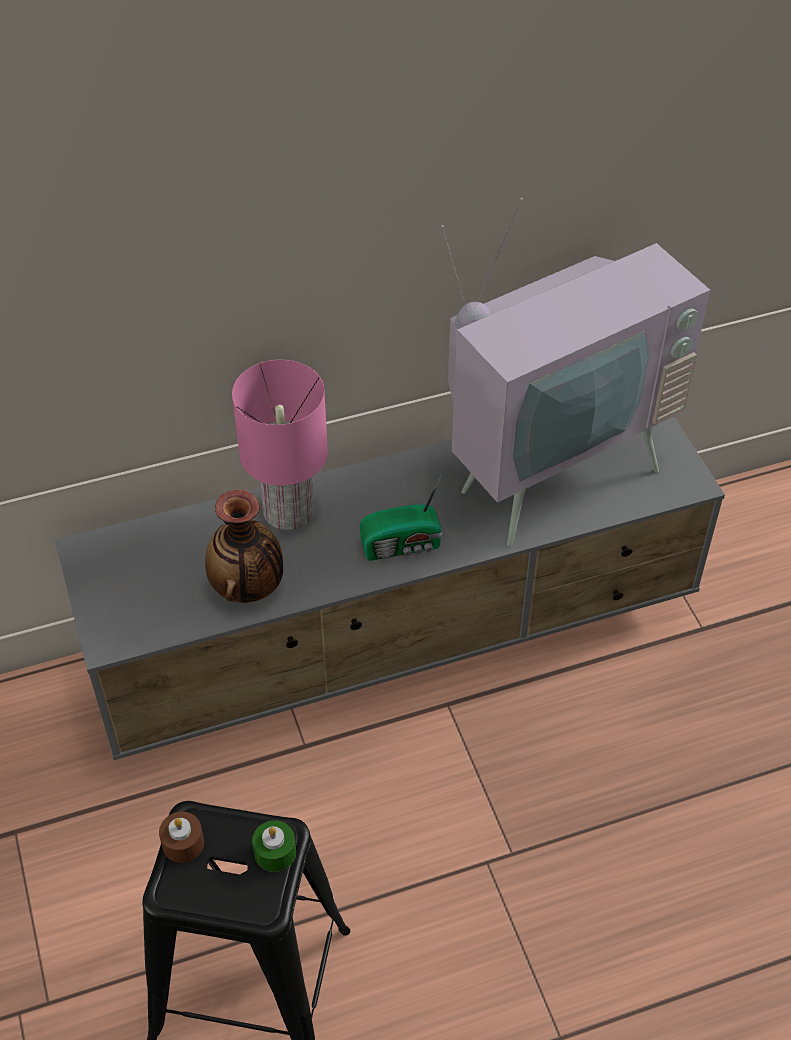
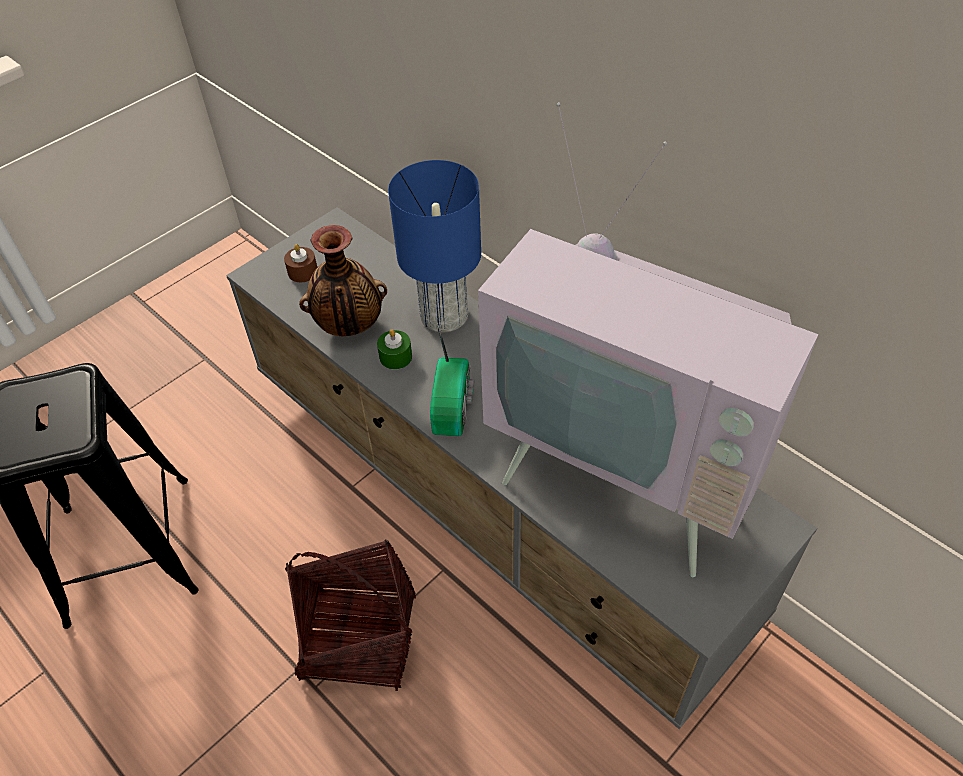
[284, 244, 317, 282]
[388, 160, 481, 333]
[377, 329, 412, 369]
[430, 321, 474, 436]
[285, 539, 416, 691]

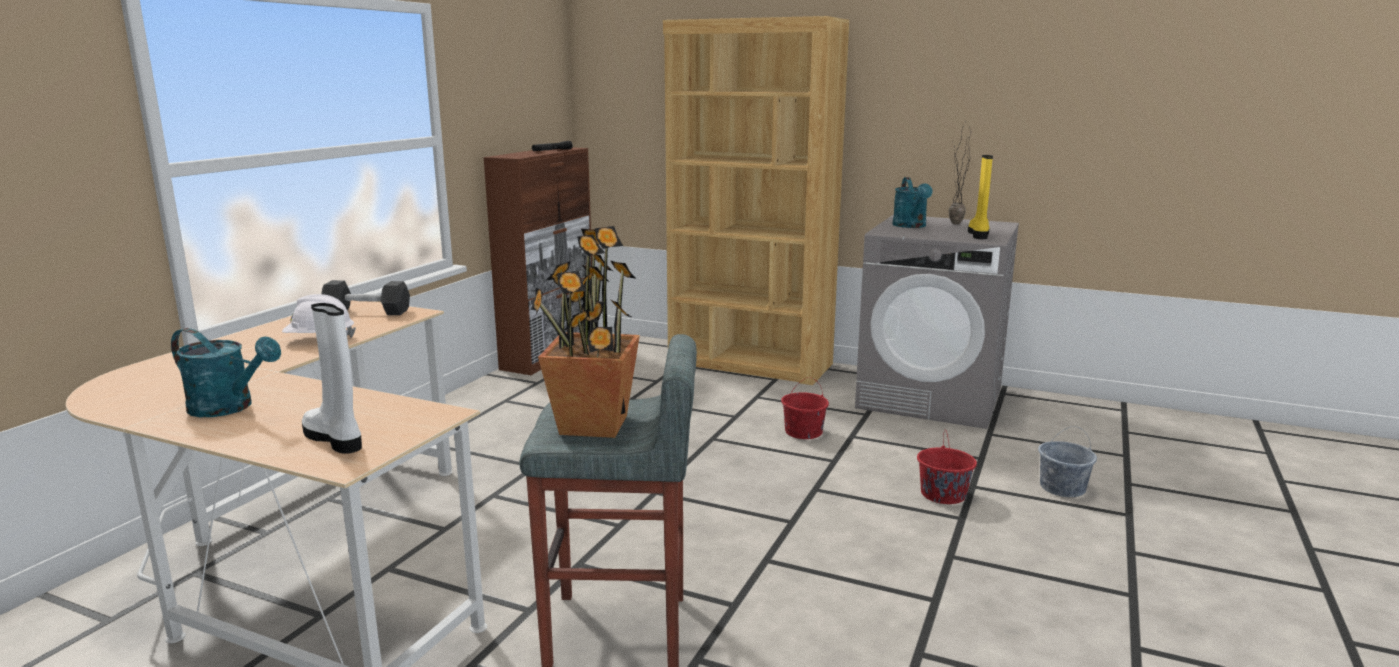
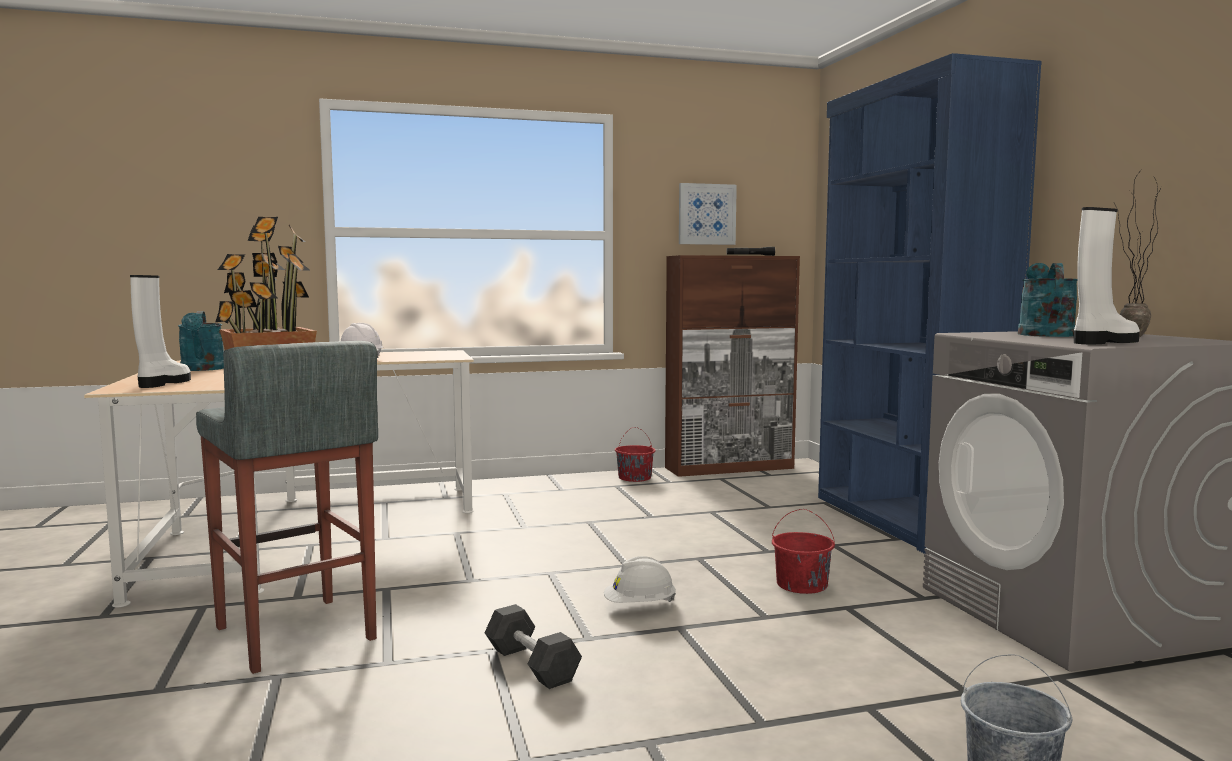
[485, 604, 582, 689]
[818, 53, 1042, 554]
[1018, 263, 1077, 337]
[615, 427, 655, 482]
[1074, 207, 1140, 344]
[604, 556, 676, 603]
[679, 183, 737, 245]

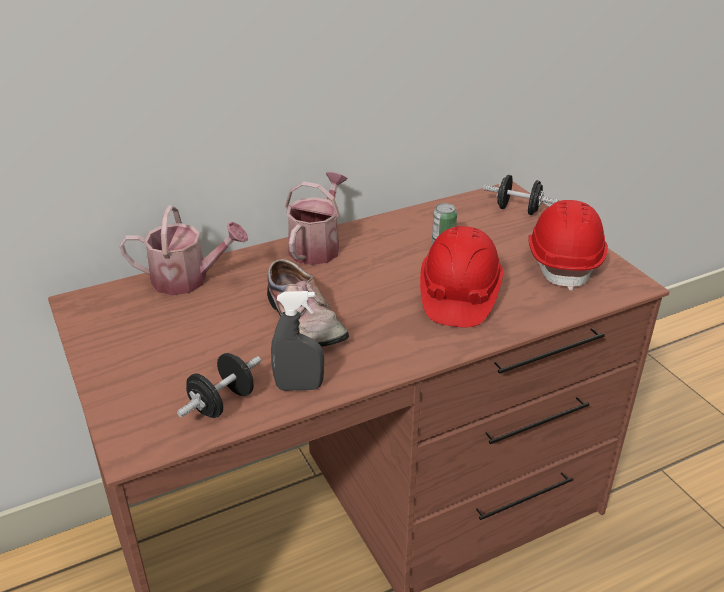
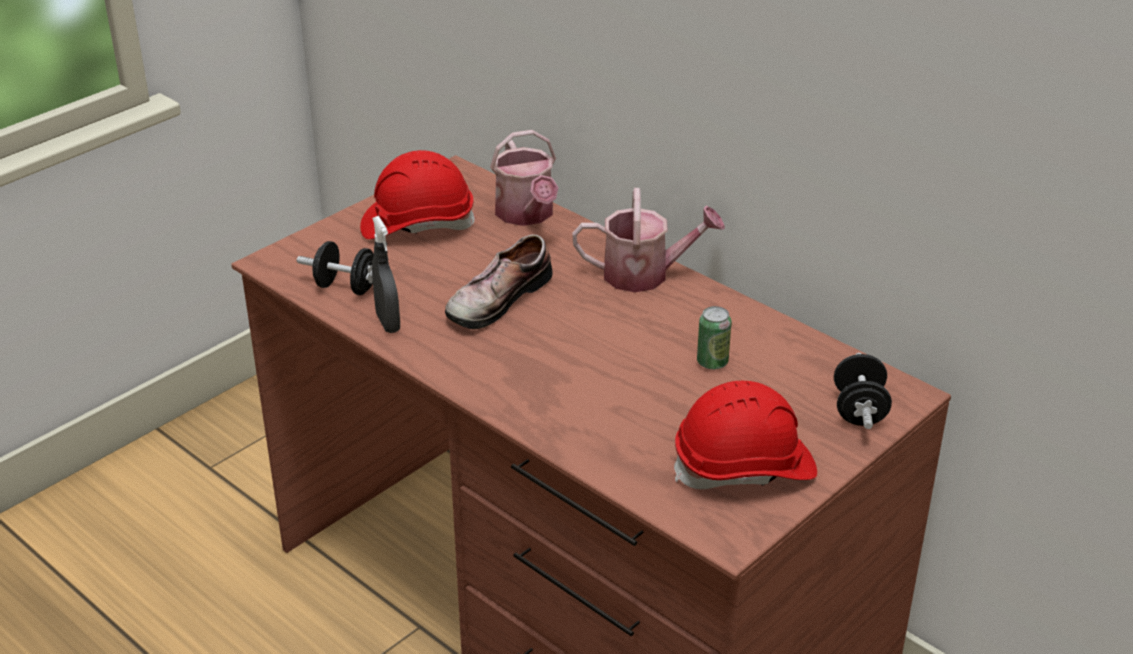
[360, 150, 476, 239]

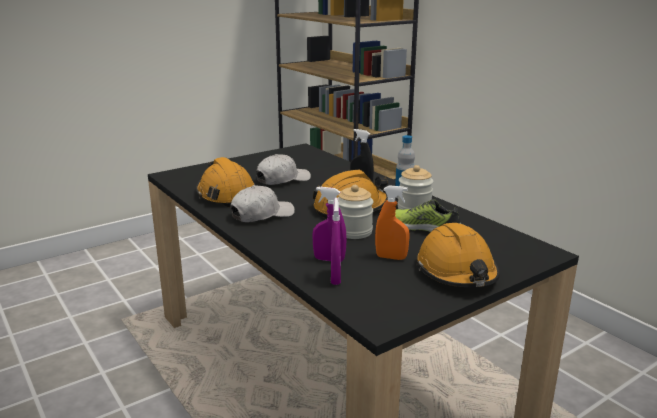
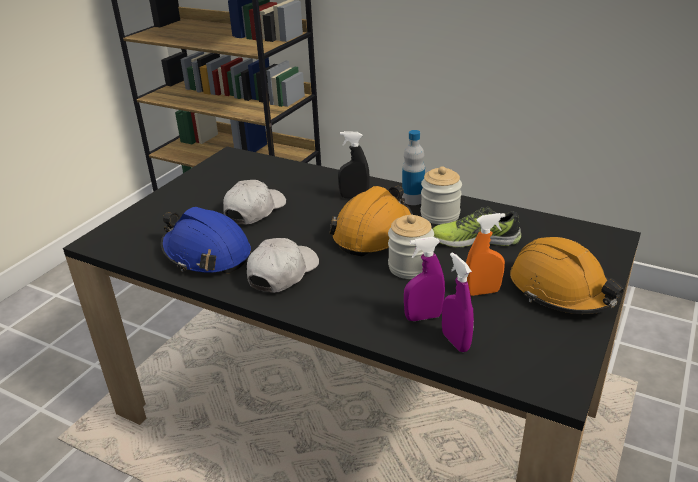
[161, 207, 251, 274]

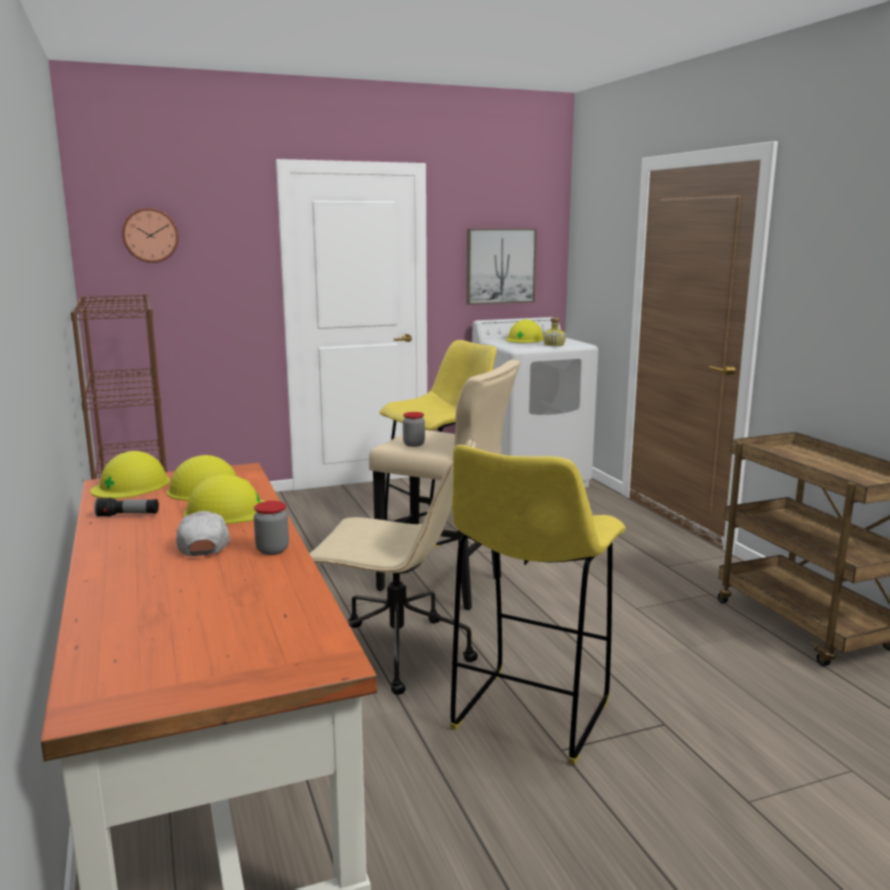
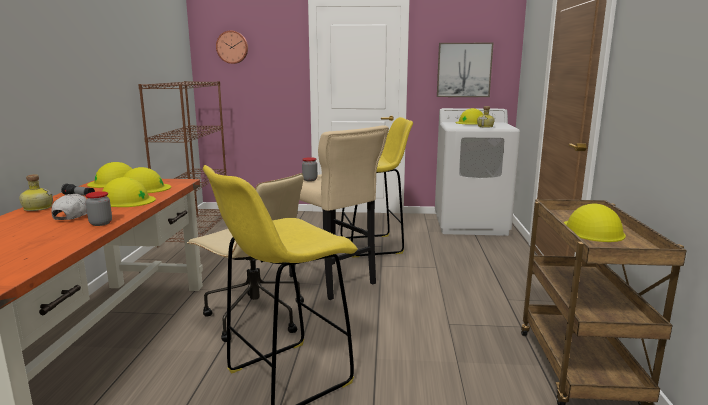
[19, 174, 53, 211]
[563, 203, 626, 242]

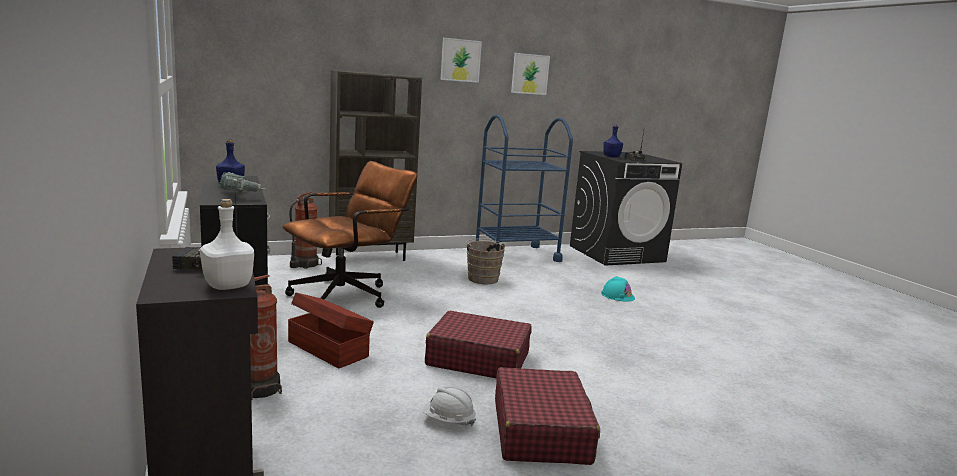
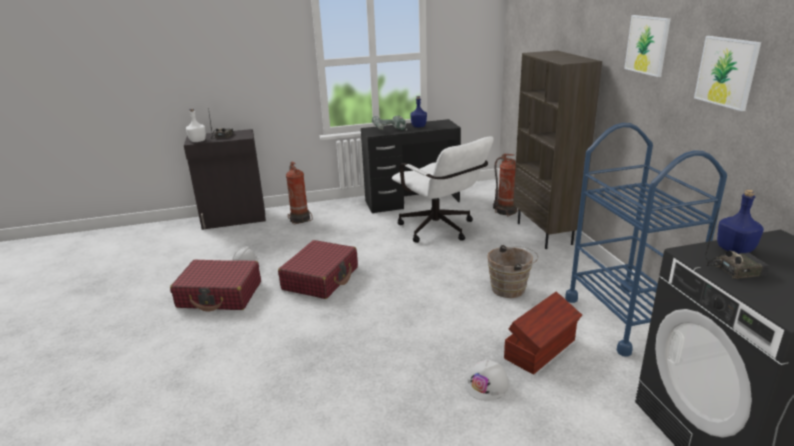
[392, 137, 494, 243]
[504, 292, 582, 375]
[465, 359, 509, 401]

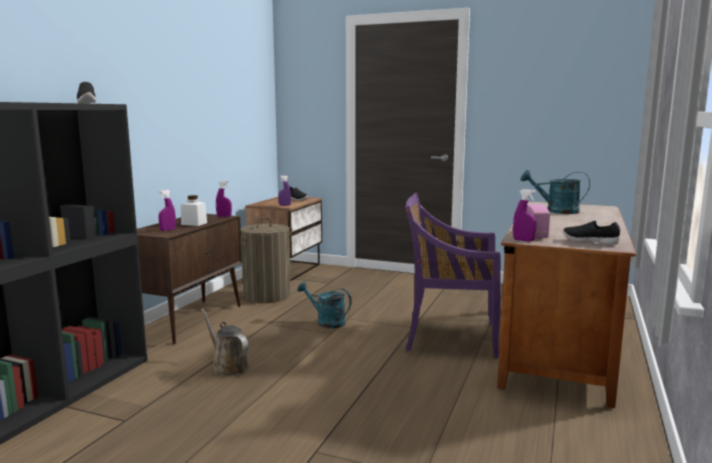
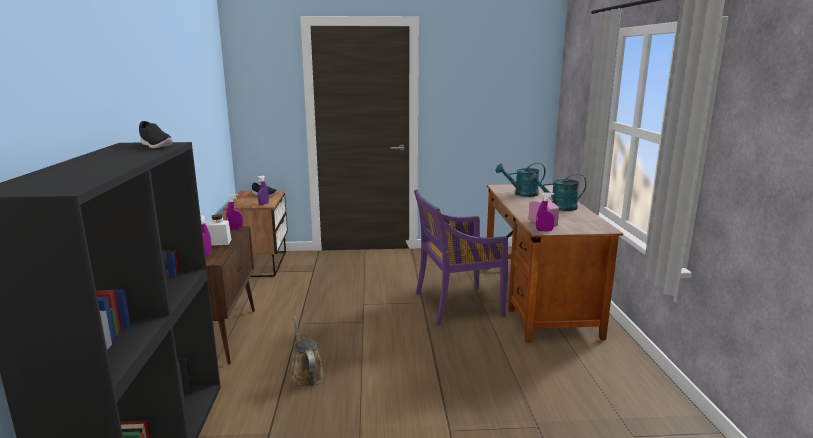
[289, 315, 325, 388]
[241, 217, 293, 303] (first image)
[529, 173, 586, 211]
[563, 221, 620, 245] (first image)

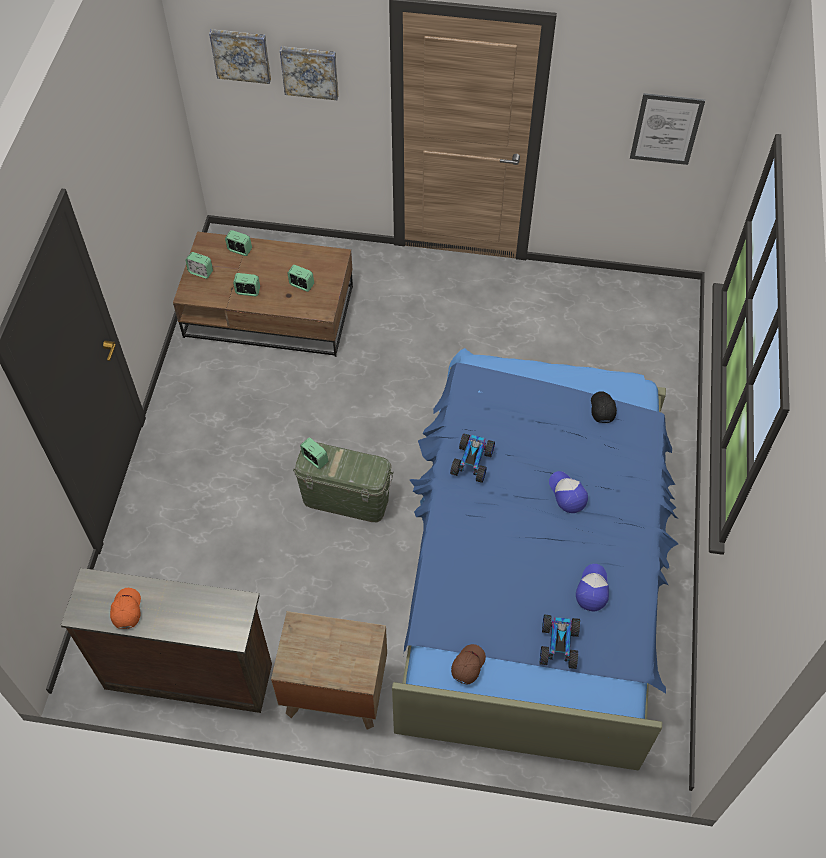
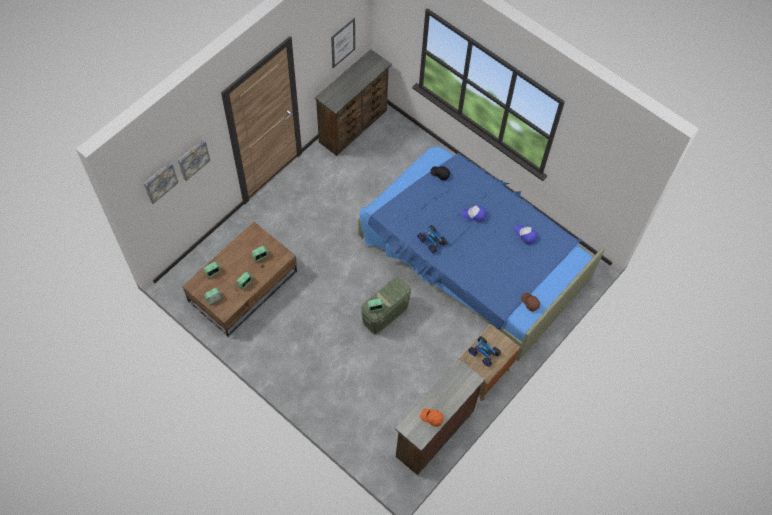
[468, 336, 501, 367]
[315, 49, 392, 156]

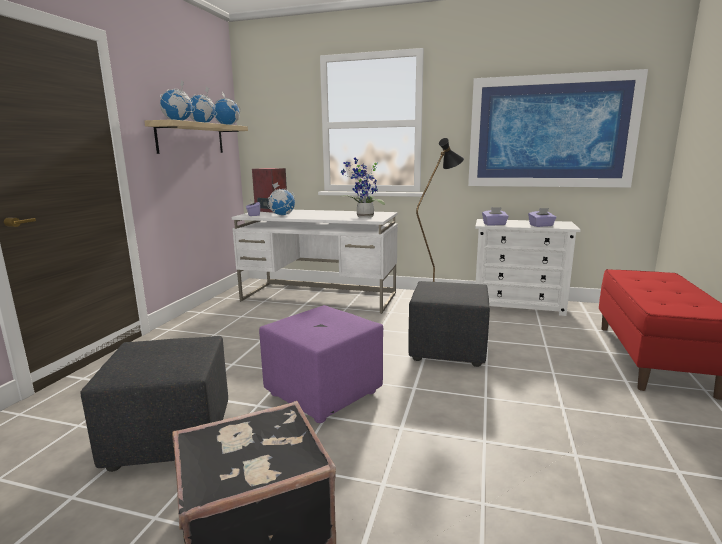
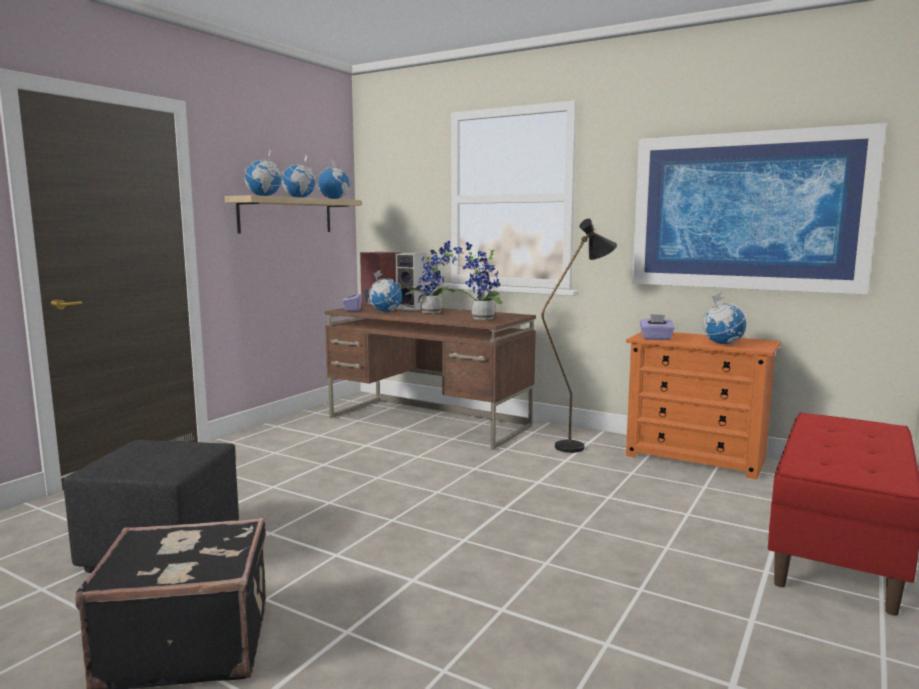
[325, 305, 536, 450]
[259, 305, 383, 423] (first image)
[408, 281, 490, 367] (first image)
[626, 332, 781, 479]
[700, 292, 746, 344]
[395, 253, 426, 311]
[405, 241, 455, 314]

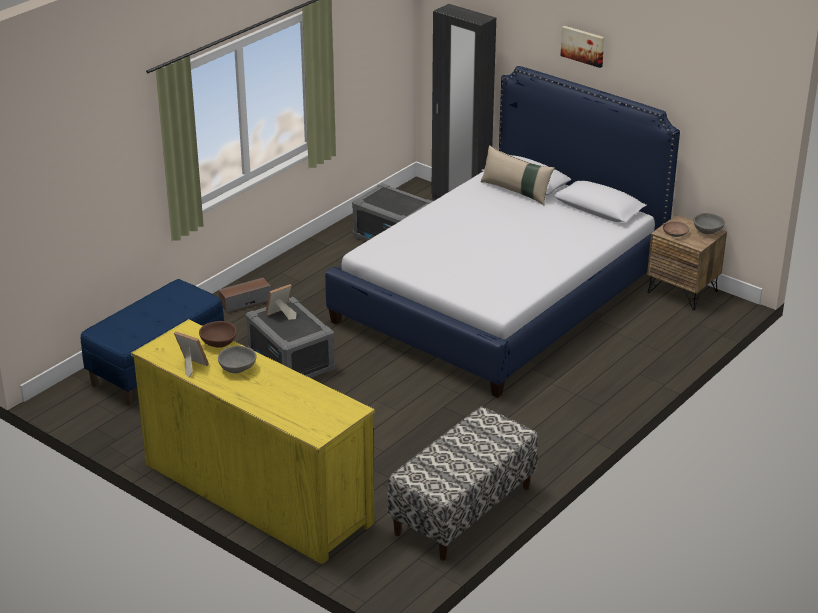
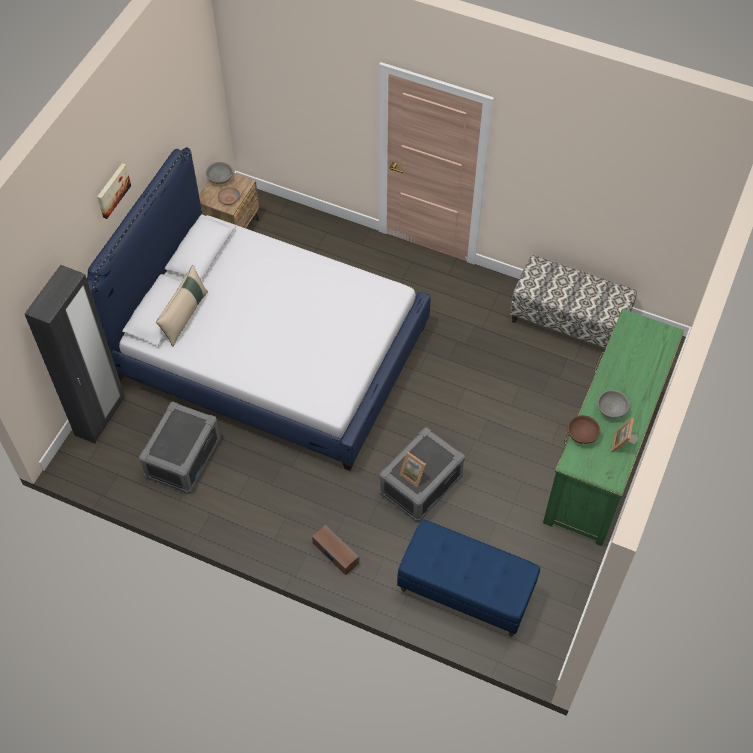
[543, 309, 684, 546]

